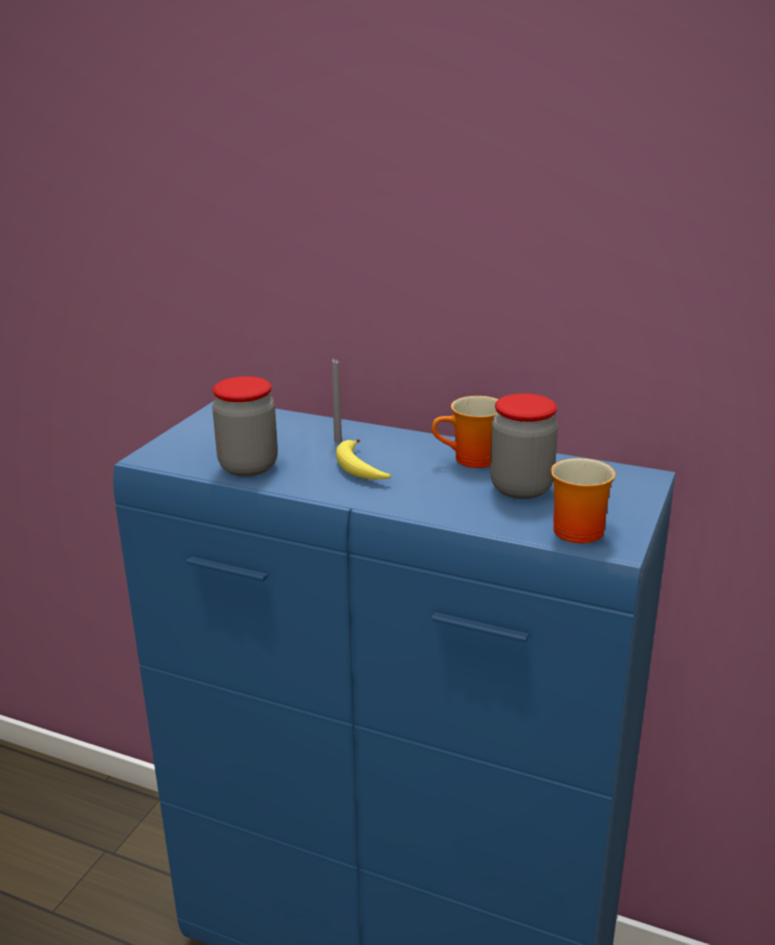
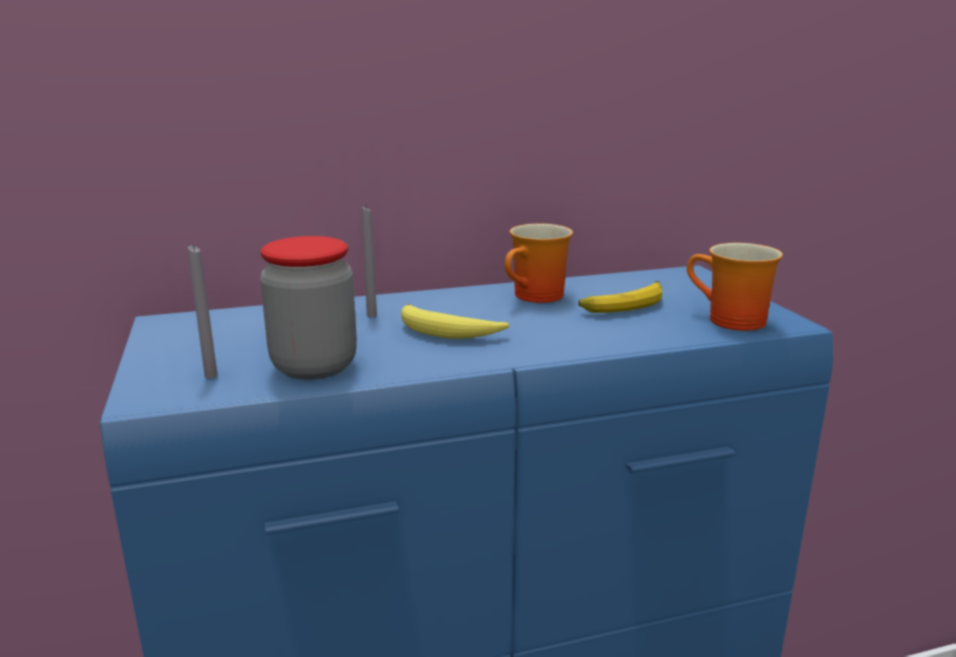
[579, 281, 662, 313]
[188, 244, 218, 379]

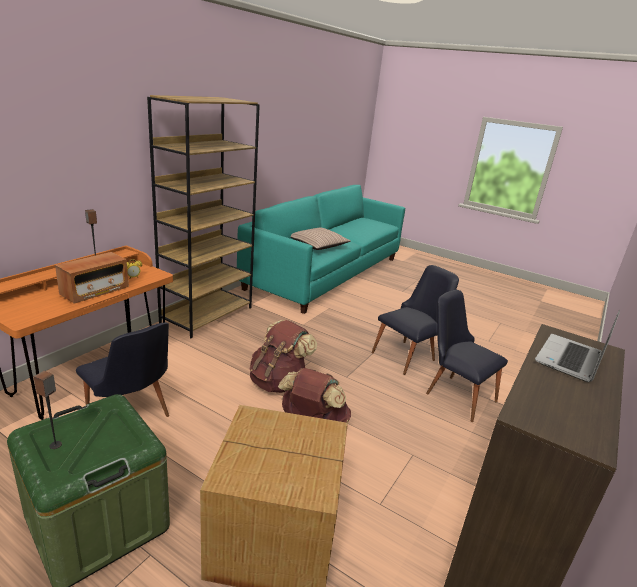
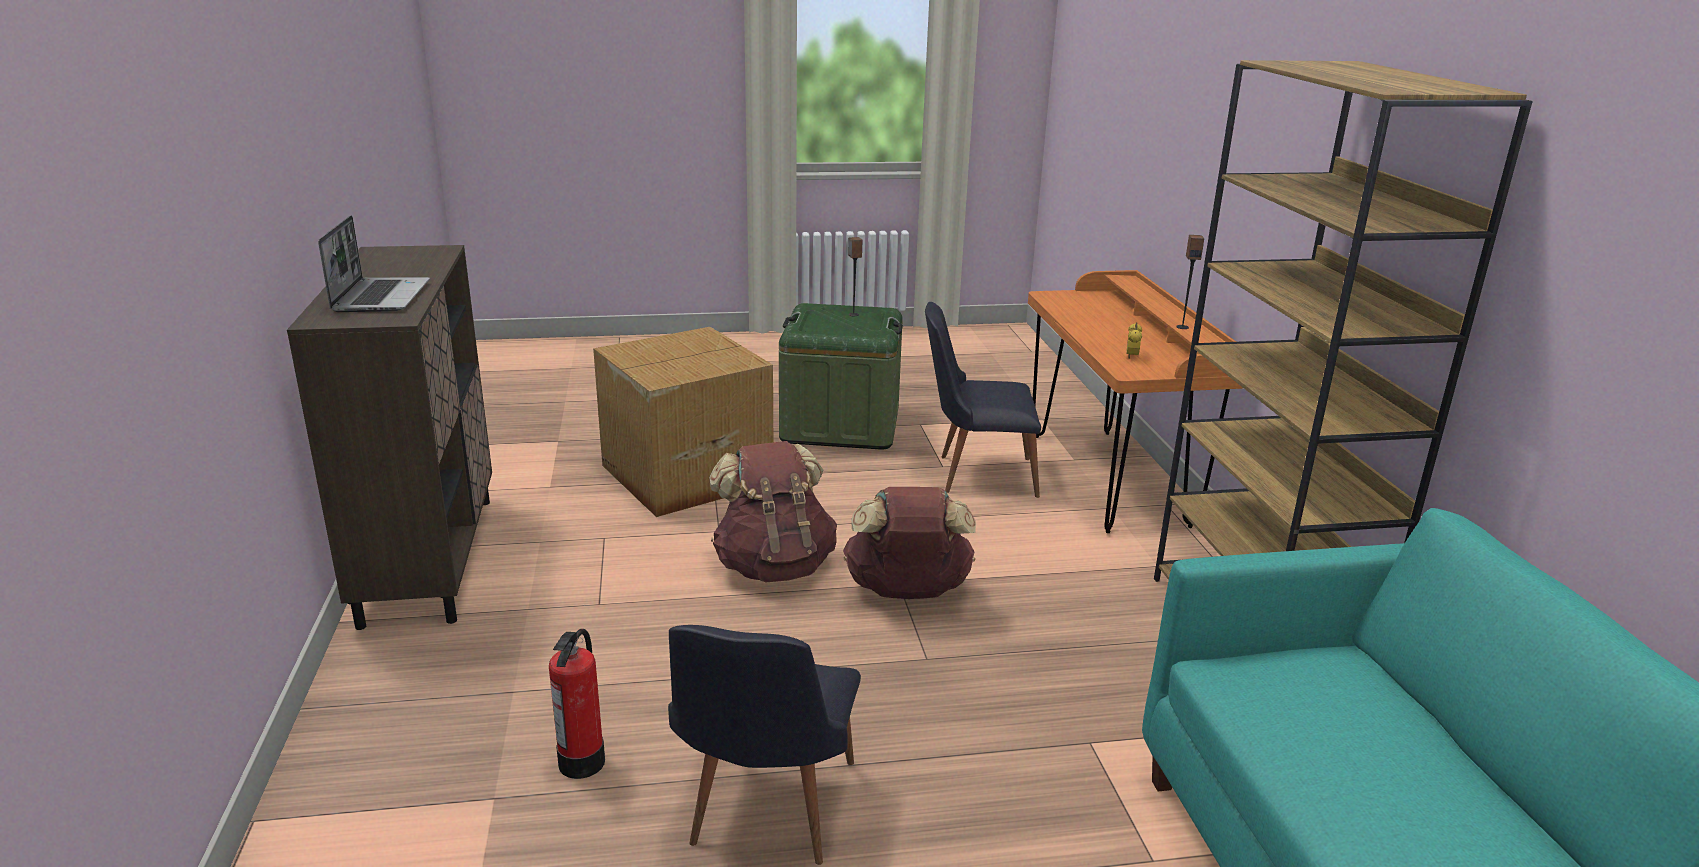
[55, 252, 129, 304] (first image)
[290, 228, 351, 250] (first image)
[549, 629, 605, 779]

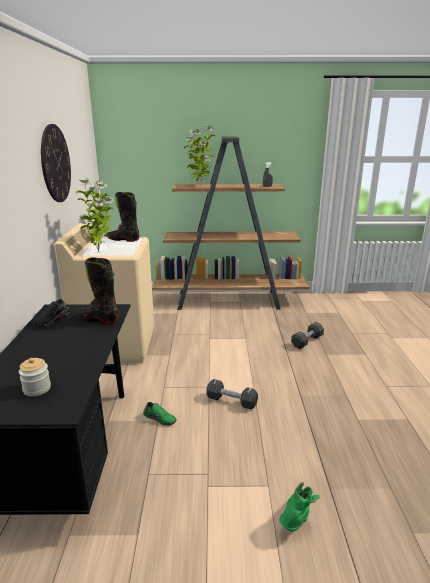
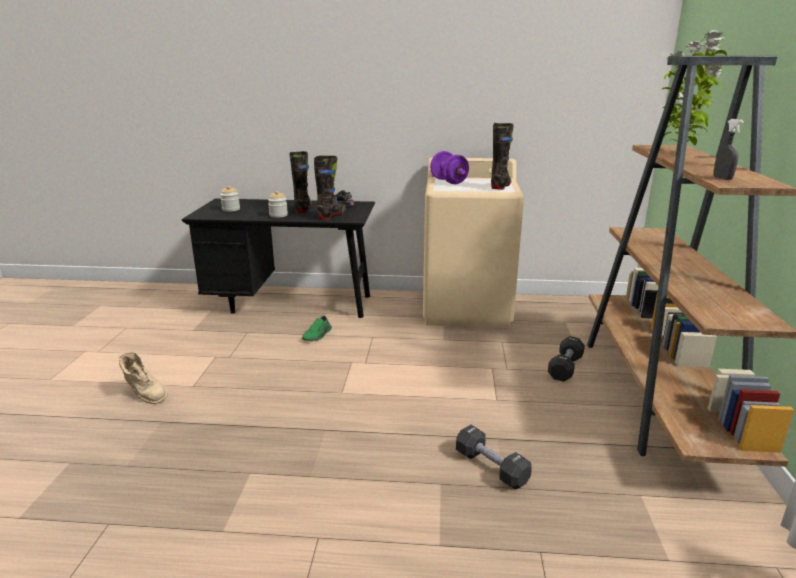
[41, 124, 71, 202] (first image)
[430, 151, 469, 184]
[548, 336, 585, 382]
[119, 353, 168, 404]
[268, 191, 288, 218]
[289, 151, 312, 213]

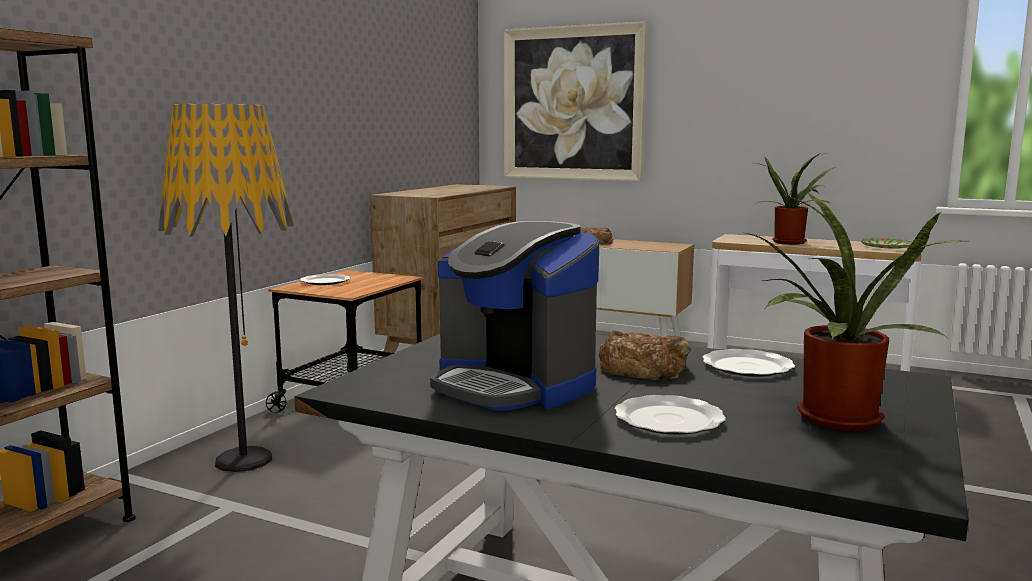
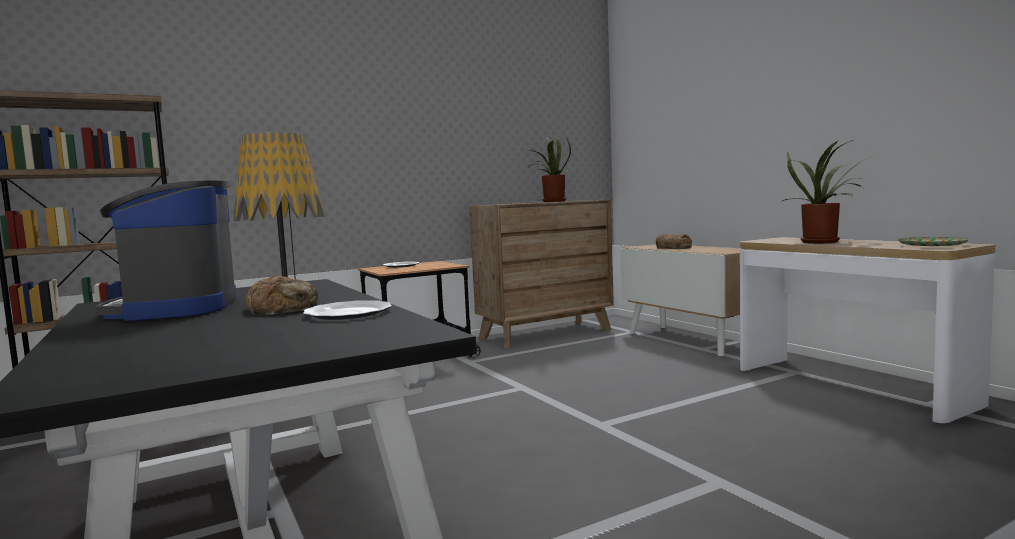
[504, 21, 647, 181] (first image)
[615, 395, 726, 435] (first image)
[526, 137, 571, 202]

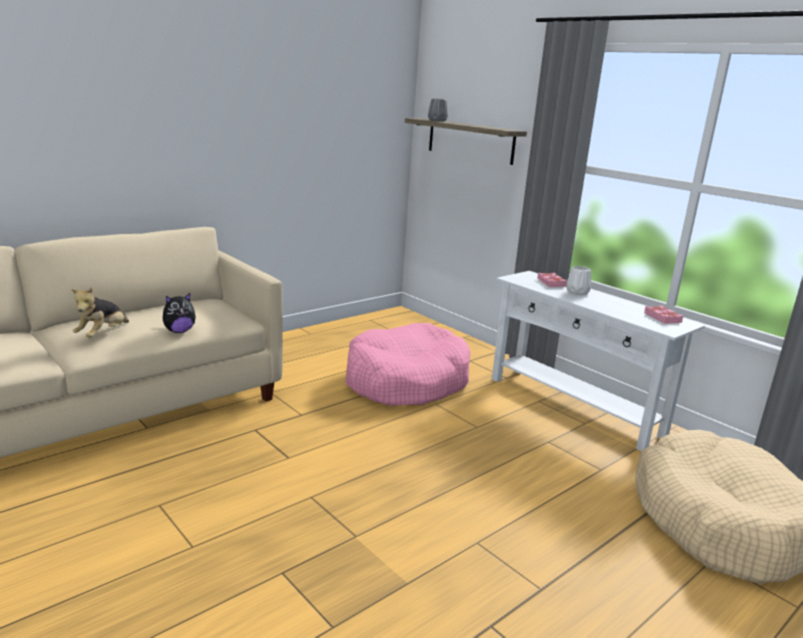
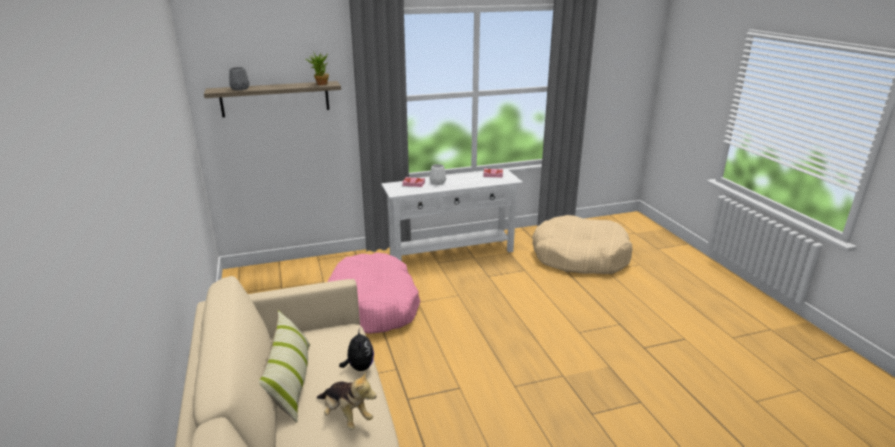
[259, 310, 310, 423]
[305, 53, 329, 85]

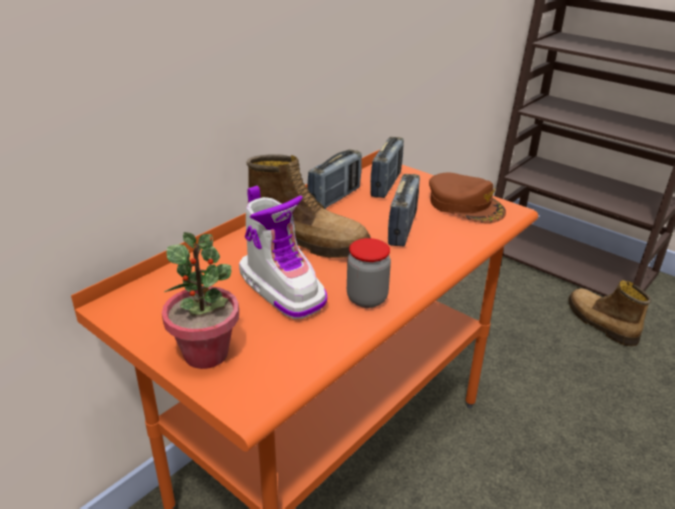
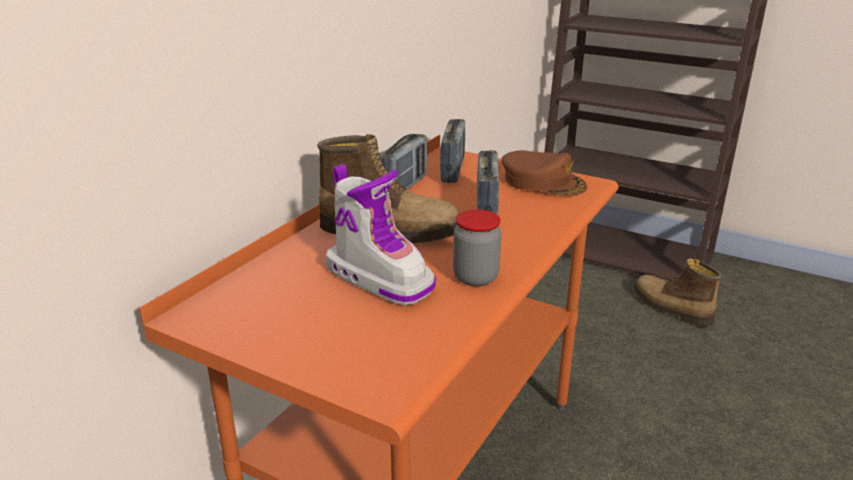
[162, 232, 239, 369] (first image)

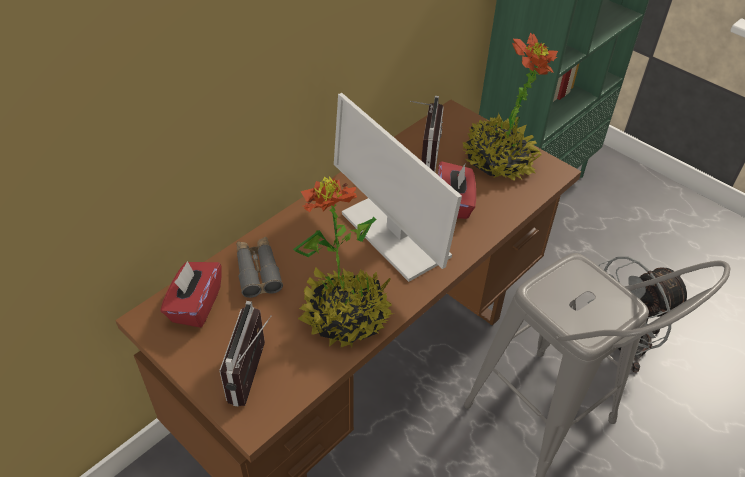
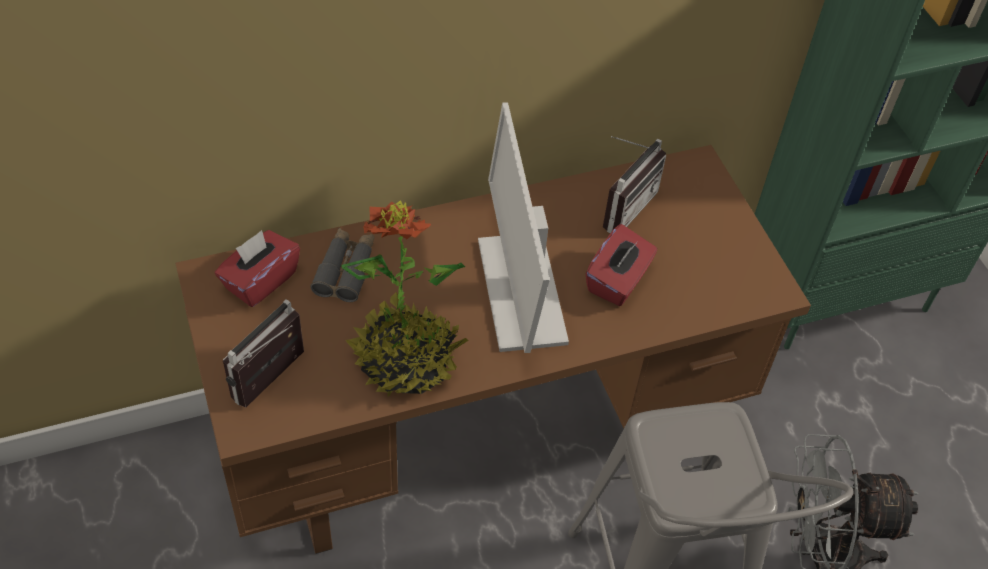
[462, 32, 558, 181] (first image)

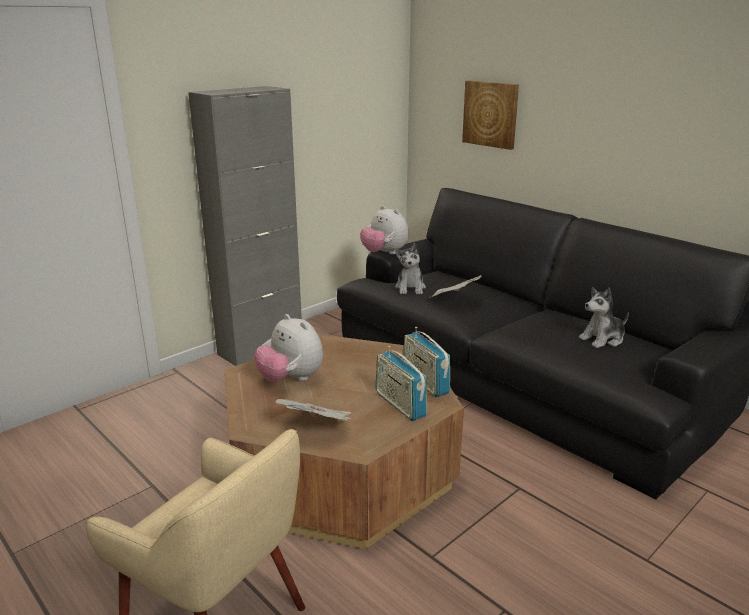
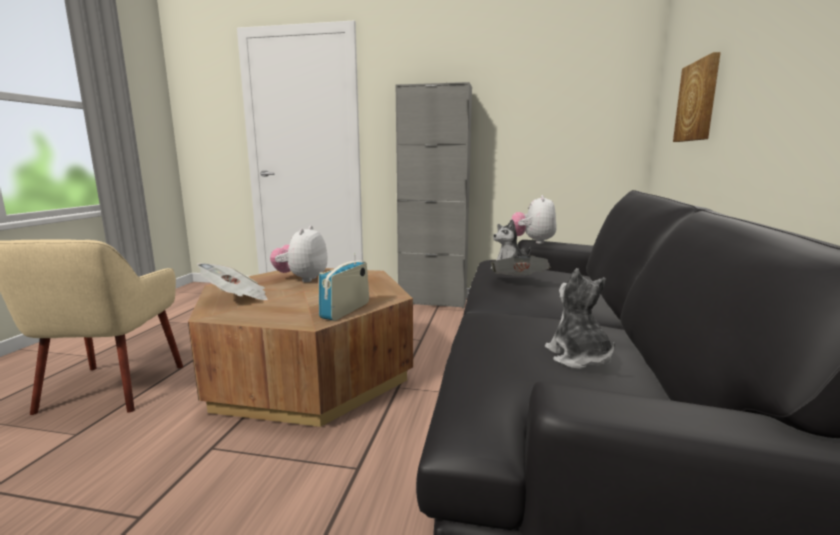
[375, 346, 427, 421] (first image)
[545, 268, 615, 369]

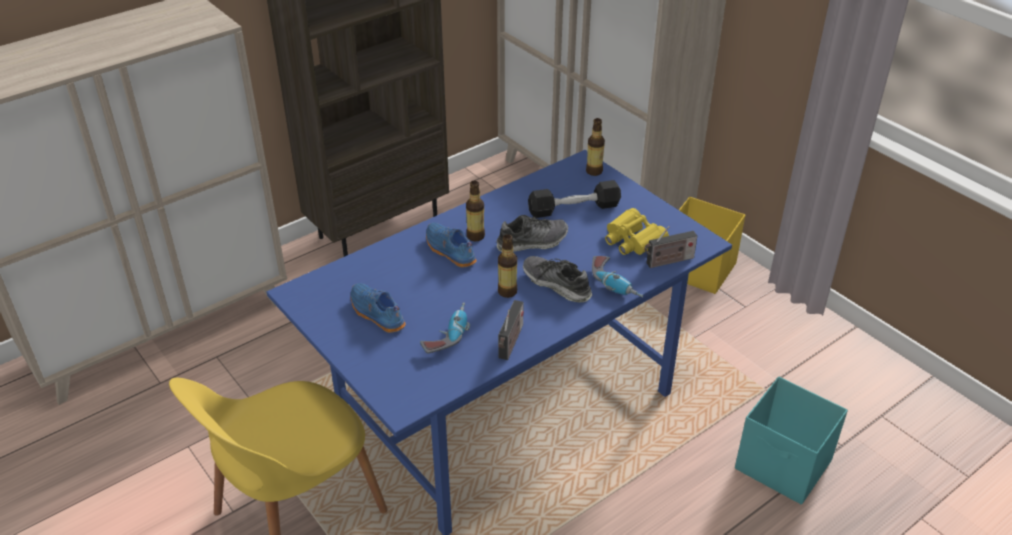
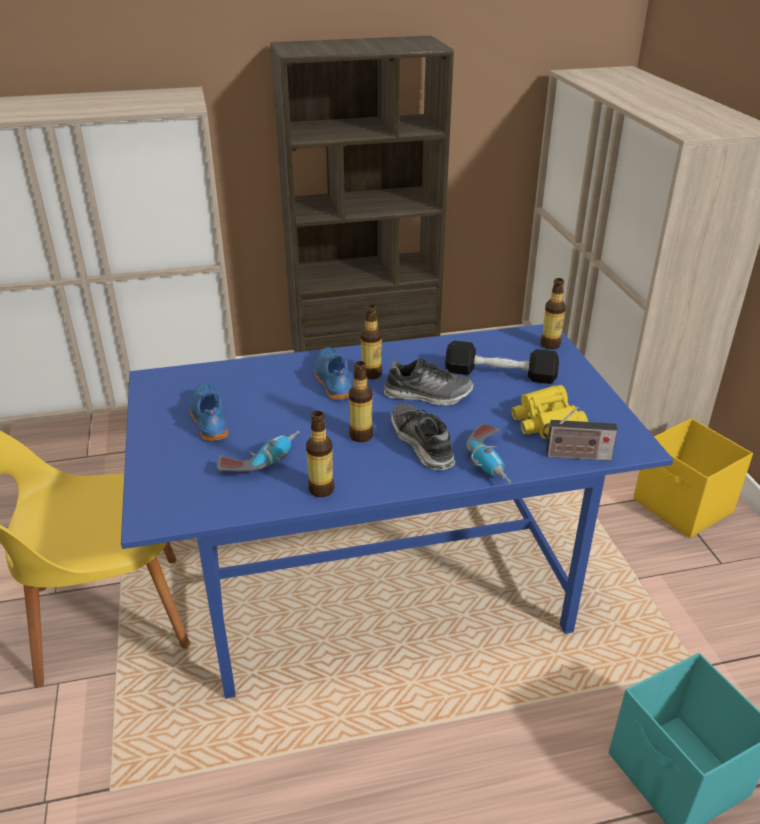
[306, 411, 335, 497]

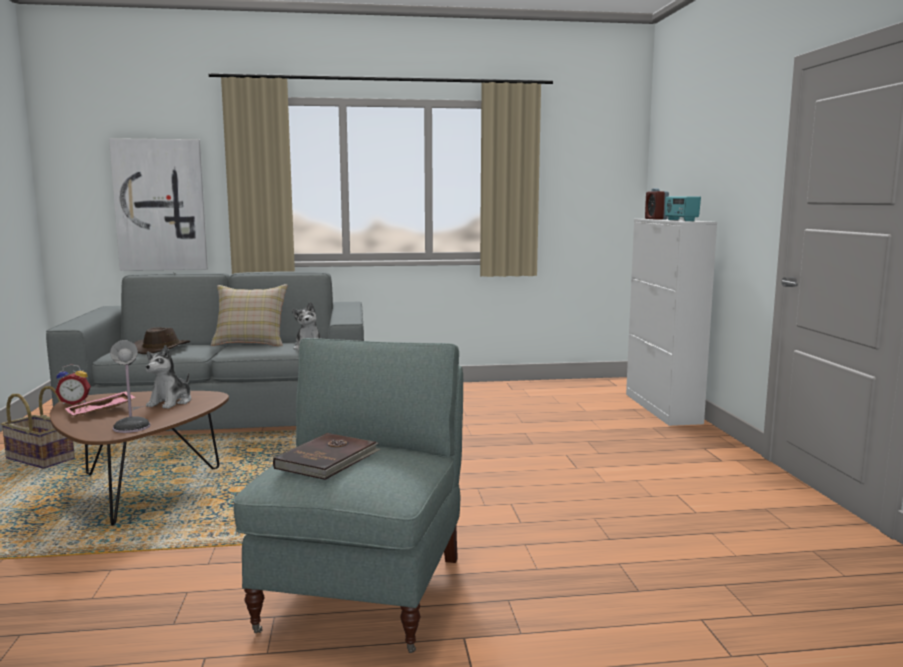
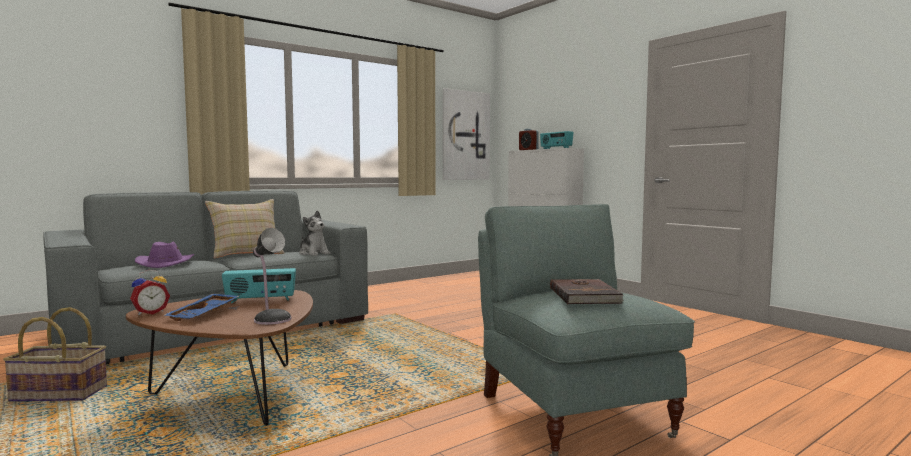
[164, 294, 239, 321]
[443, 88, 490, 180]
[135, 241, 194, 268]
[222, 268, 296, 303]

